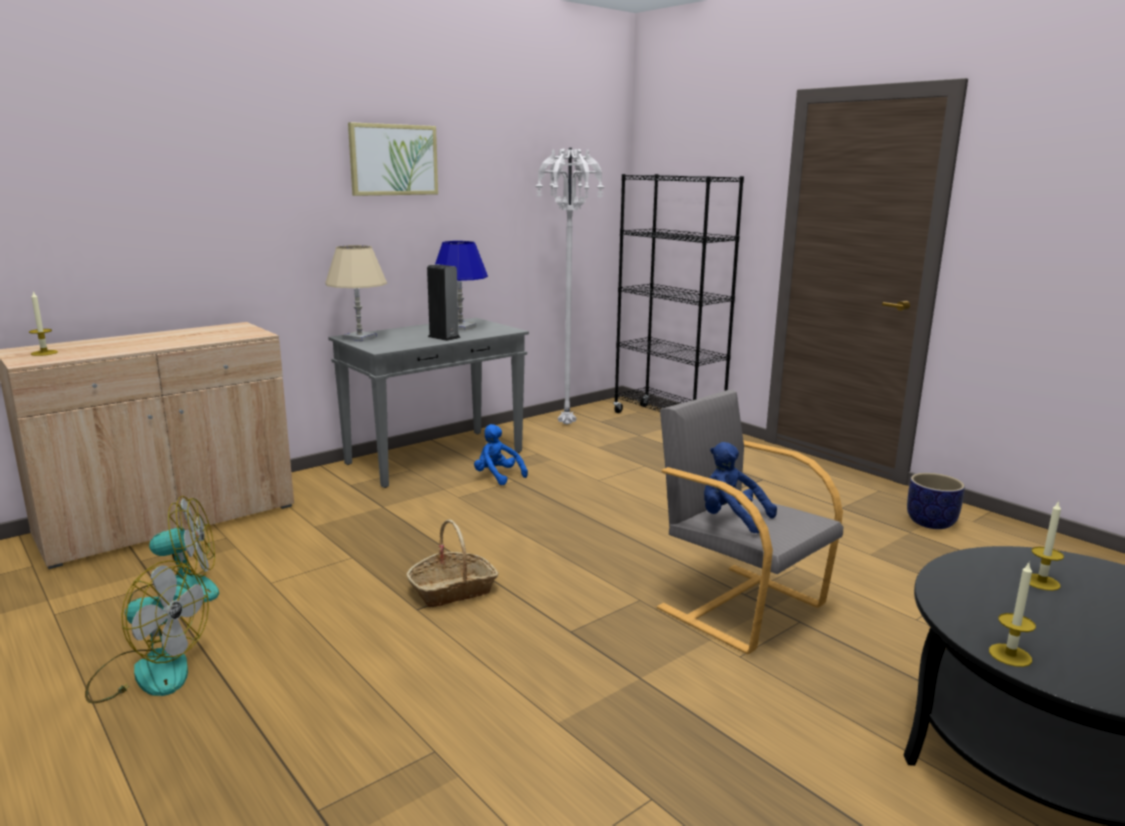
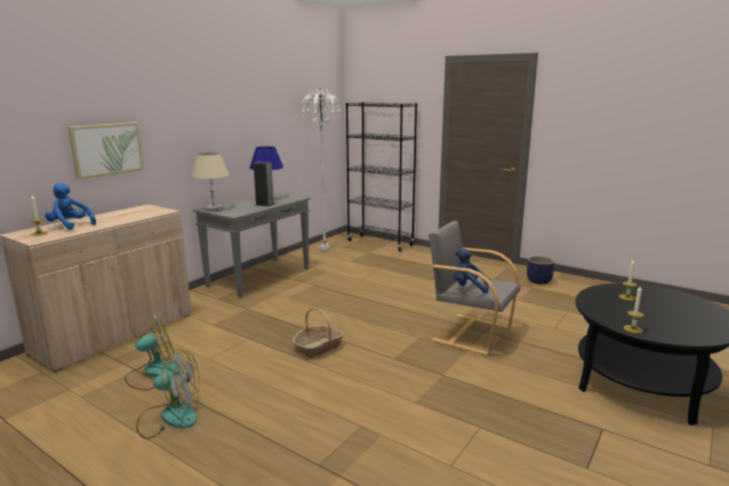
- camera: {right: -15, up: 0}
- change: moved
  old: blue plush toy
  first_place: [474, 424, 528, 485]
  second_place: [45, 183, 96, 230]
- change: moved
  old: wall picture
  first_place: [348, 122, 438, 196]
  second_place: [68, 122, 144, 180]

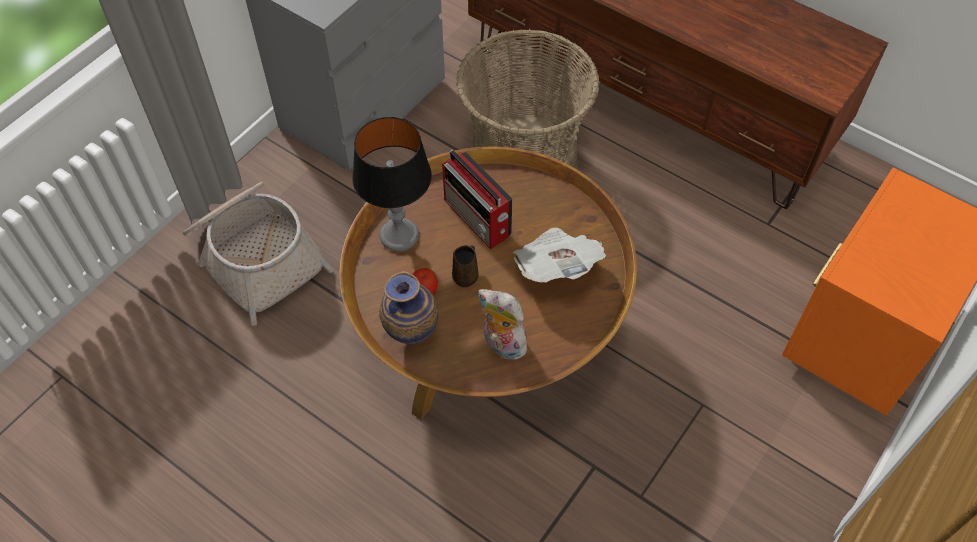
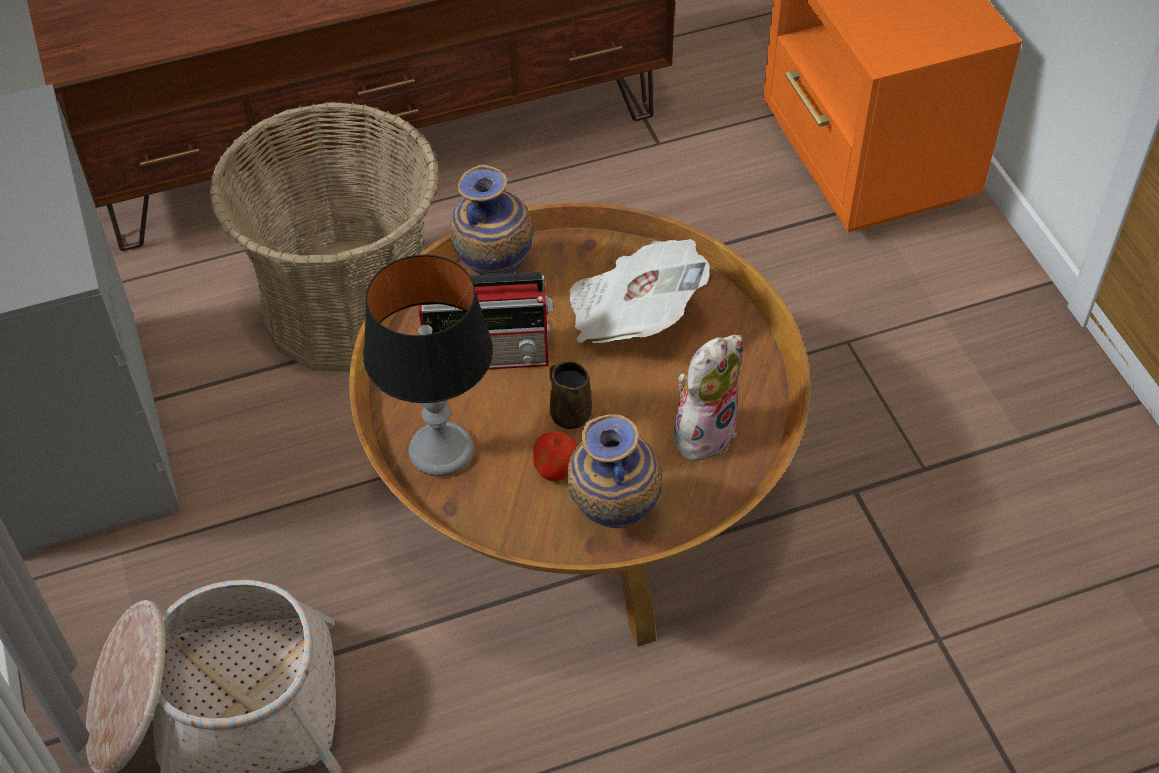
- camera: {right: -55, up: -5}
- change: added
  new: flower vase
  second_place: [450, 165, 533, 275]
- change: turned
  old: plush toy
  first_place: [478, 289, 528, 360]
  second_place: [674, 335, 743, 462]
  degrees: 150

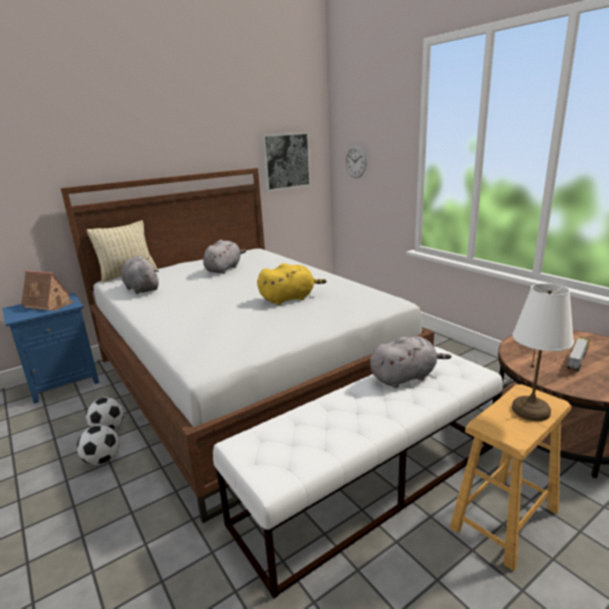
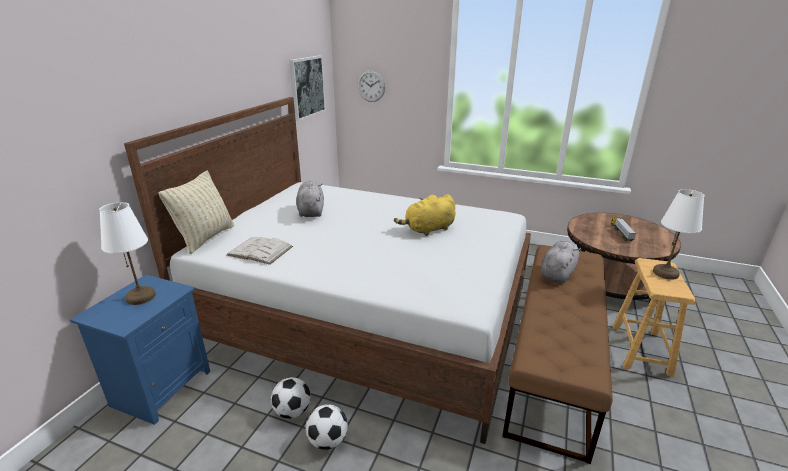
- camera: {right: -35, up: 5}
- change: replaced
  old: miniature house
  new: white-coloured lamp for a table
  first_place: [21, 271, 75, 311]
  second_place: [99, 202, 156, 305]
- change: replaced
  old: grey plush toy
  new: white-coloured volume
  first_place: [122, 256, 159, 294]
  second_place: [226, 237, 293, 265]
- change: turned
  old: yellow plush toy
  first_place: [257, 263, 326, 305]
  second_place: [394, 194, 455, 236]
  degrees: -150
- change: recoloured
  old: white-coloured indoor bench
  new: brownish indoor bench
  first_place: [213, 347, 503, 599]
  second_place: [502, 245, 613, 464]

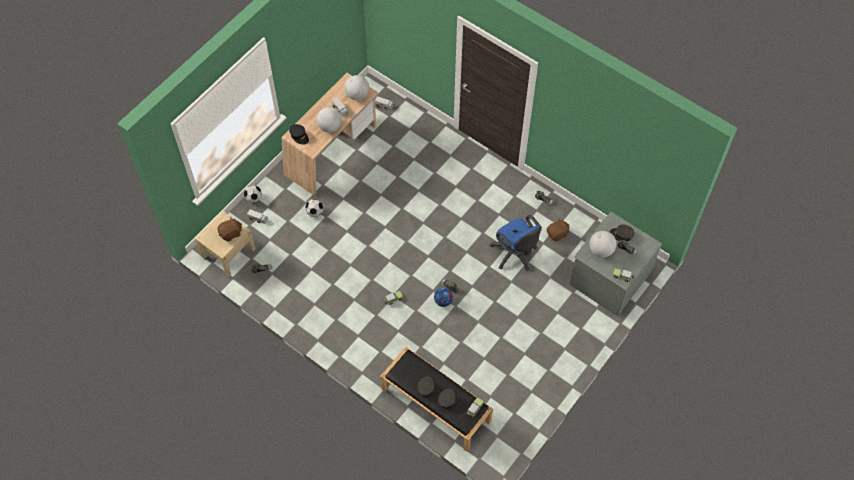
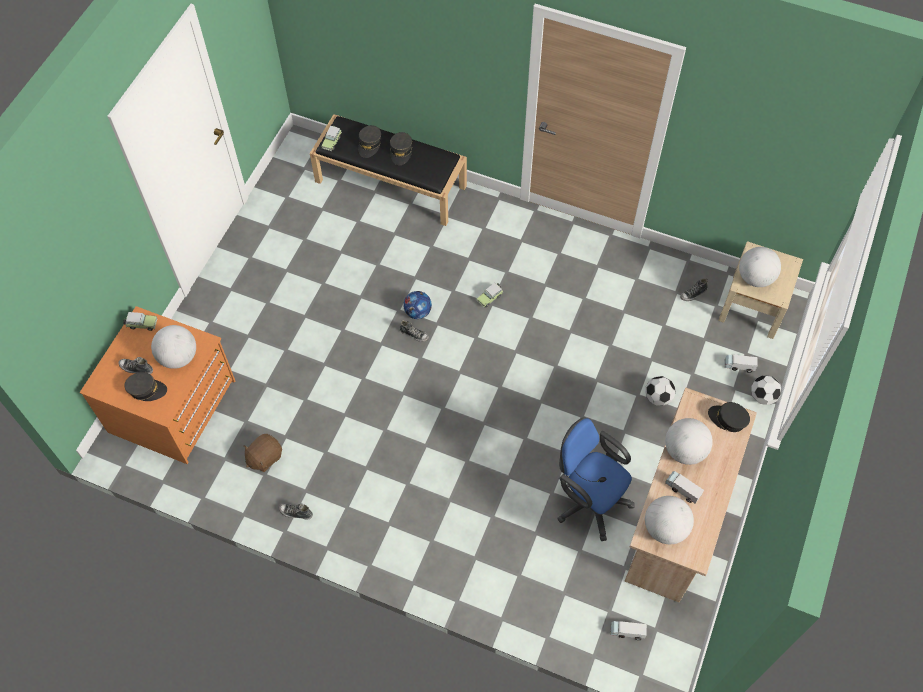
- camera: {right: 165, up: 0}
- change: recoloured
  old: grey drawer chest
  new: orangey drawer chest
  first_place: [569, 212, 662, 316]
  second_place: [80, 306, 235, 464]
- change: moved
  old: blue computer chair
  first_place: [490, 215, 542, 271]
  second_place: [557, 417, 634, 541]
- change: replaced
  old: brownish plush toy
  new: globe
  first_place: [218, 216, 242, 241]
  second_place: [739, 247, 781, 287]

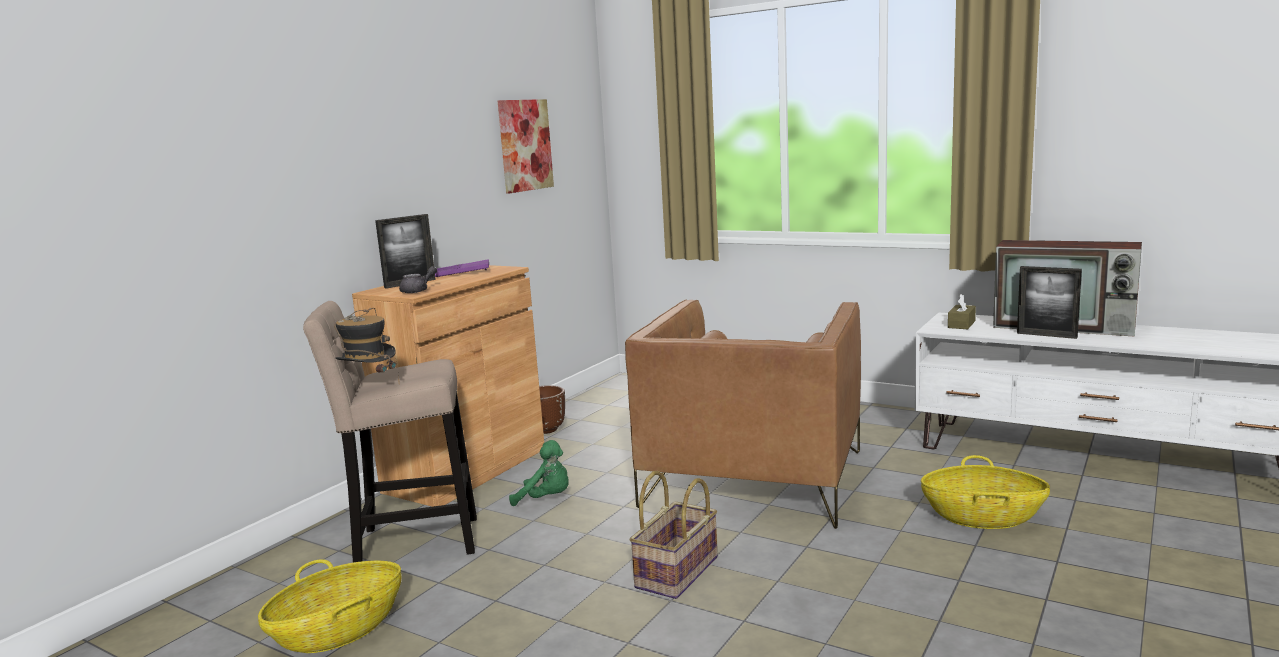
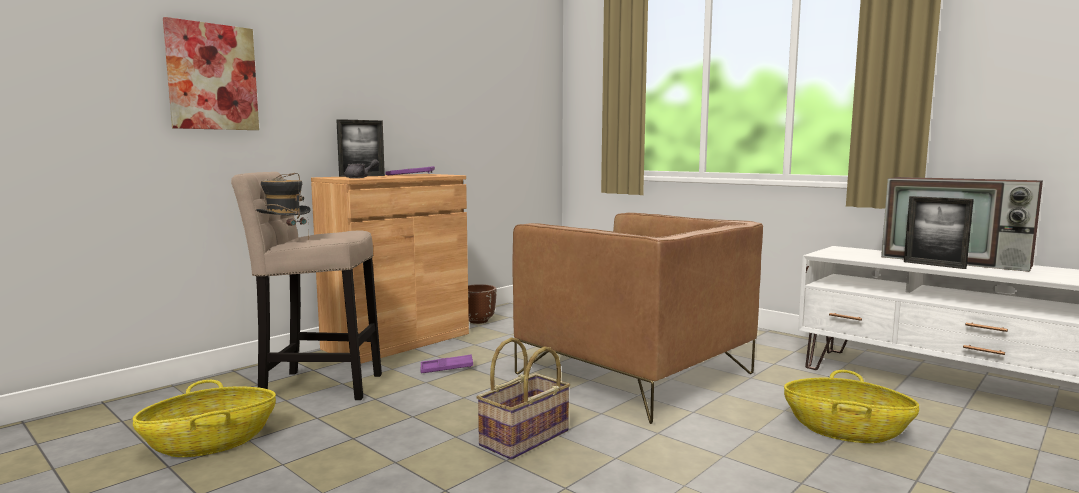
- camera: {right: 10, up: -5}
- change: moved
  old: wall picture
  first_place: [498, 99, 554, 193]
  second_place: [163, 17, 259, 130]
- change: replaced
  old: green plush toy
  new: purple carrying tray
  first_place: [509, 440, 569, 506]
  second_place: [420, 354, 473, 373]
- change: turned
  old: brownish easy chair
  first_place: [625, 300, 861, 529]
  second_place: [512, 213, 763, 424]
  degrees: -75
- change: removed
  old: brownish tissue holder
  first_place: [948, 294, 976, 329]

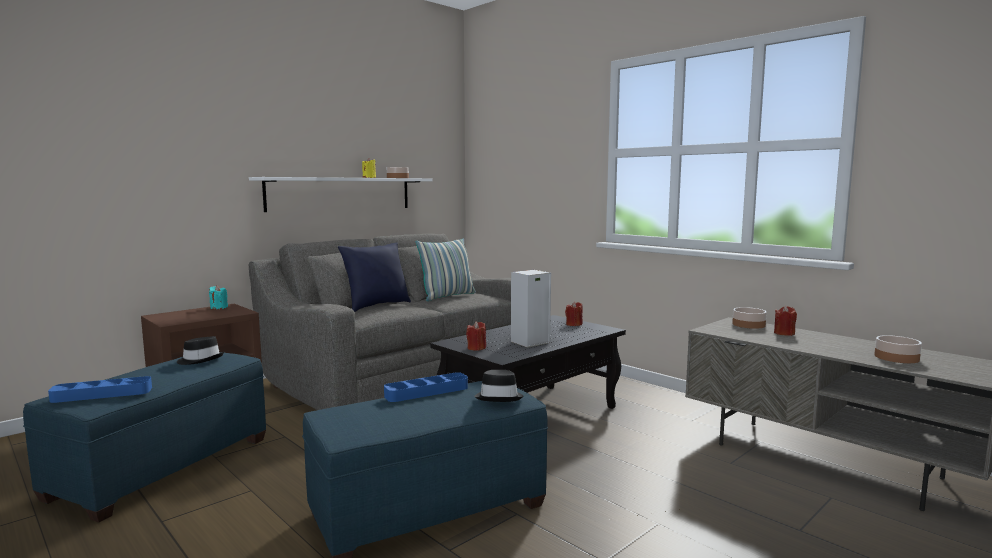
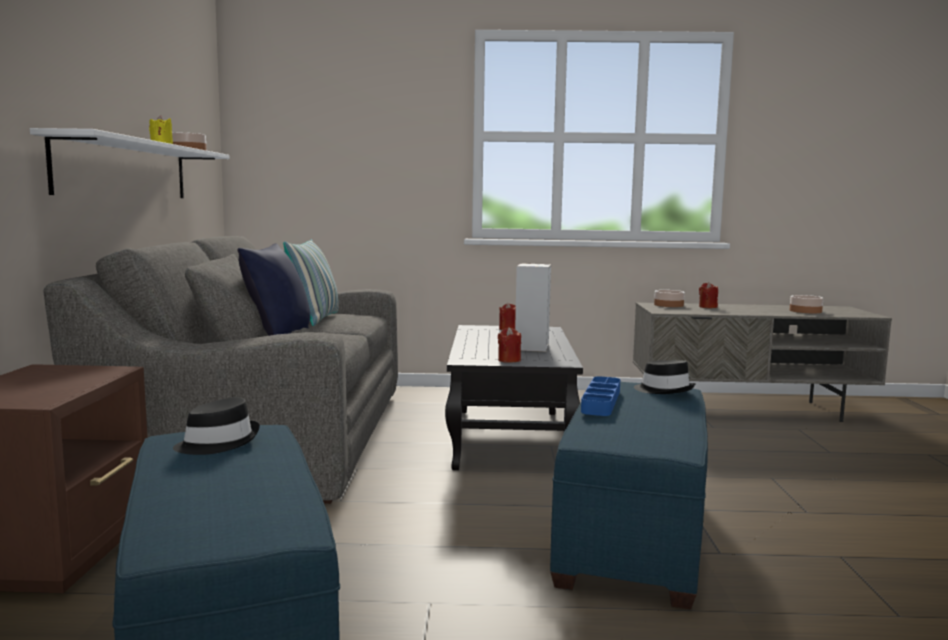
- camera: {right: -45, up: 0}
- change: removed
  old: blue carrying tray
  first_place: [48, 376, 152, 403]
- change: removed
  old: blue-green wax light
  first_place: [209, 285, 228, 310]

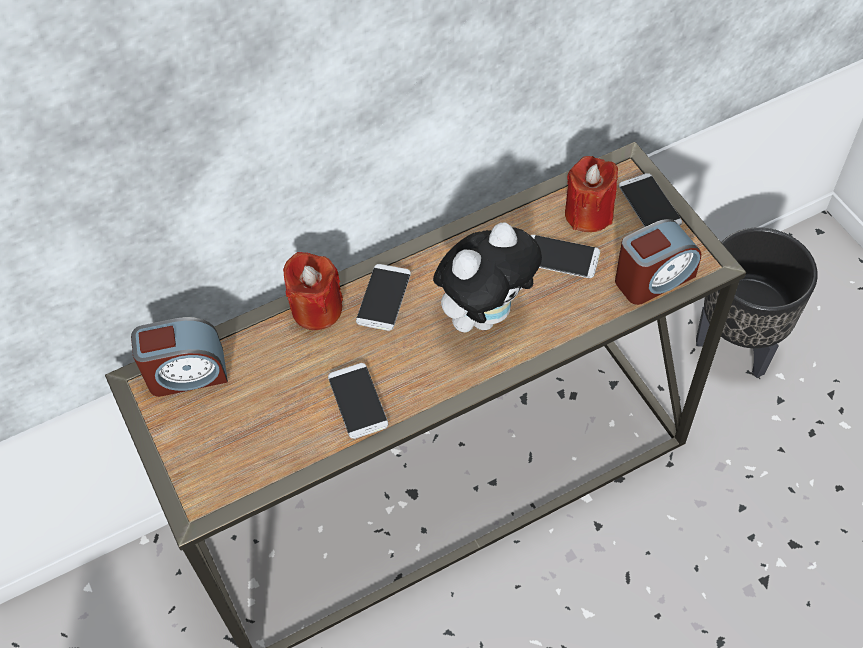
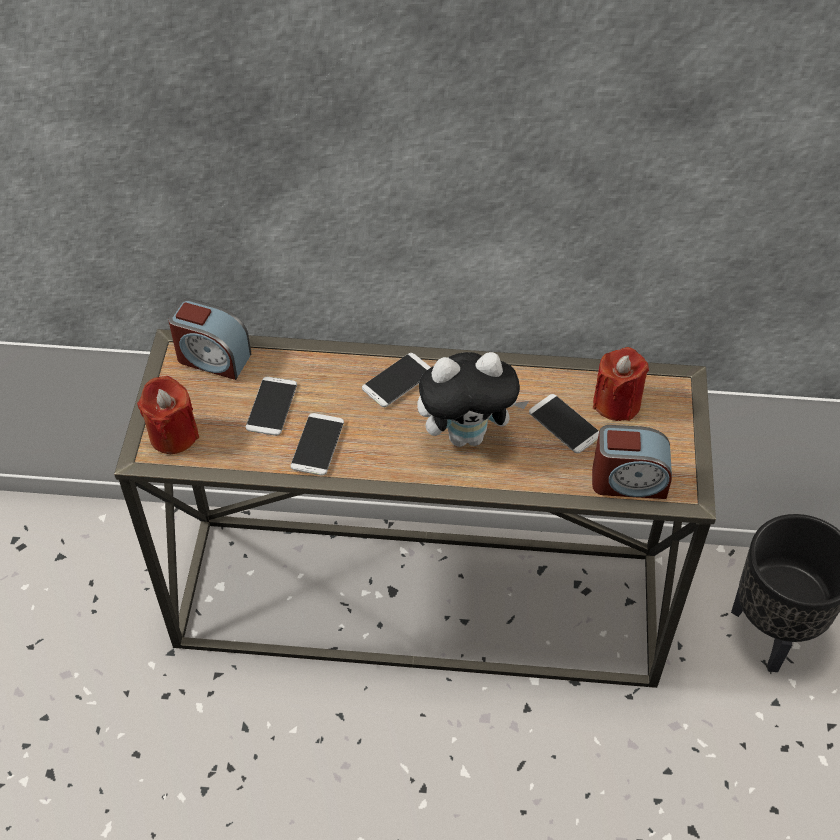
- camera: {right: 30, up: -5}
- change: moved
  old: red-coloured wax light
  first_place: [283, 252, 343, 330]
  second_place: [137, 376, 199, 454]
- change: moved
  old: telephone
  first_place: [619, 173, 682, 227]
  second_place: [246, 376, 297, 436]

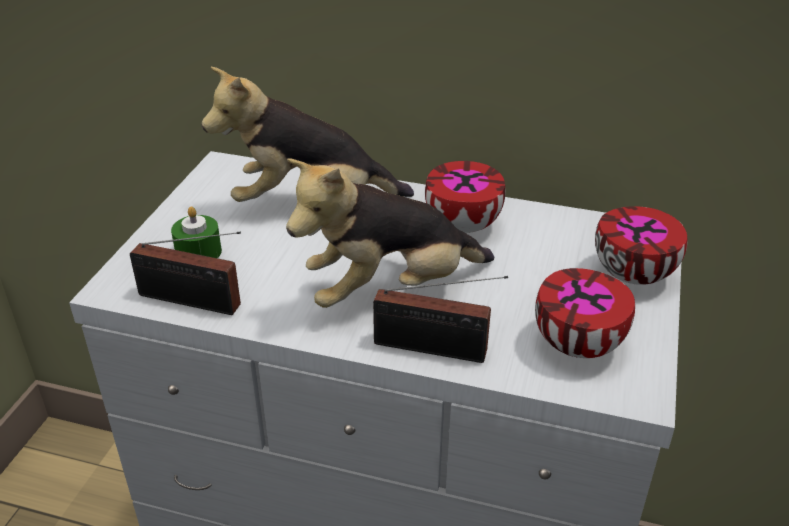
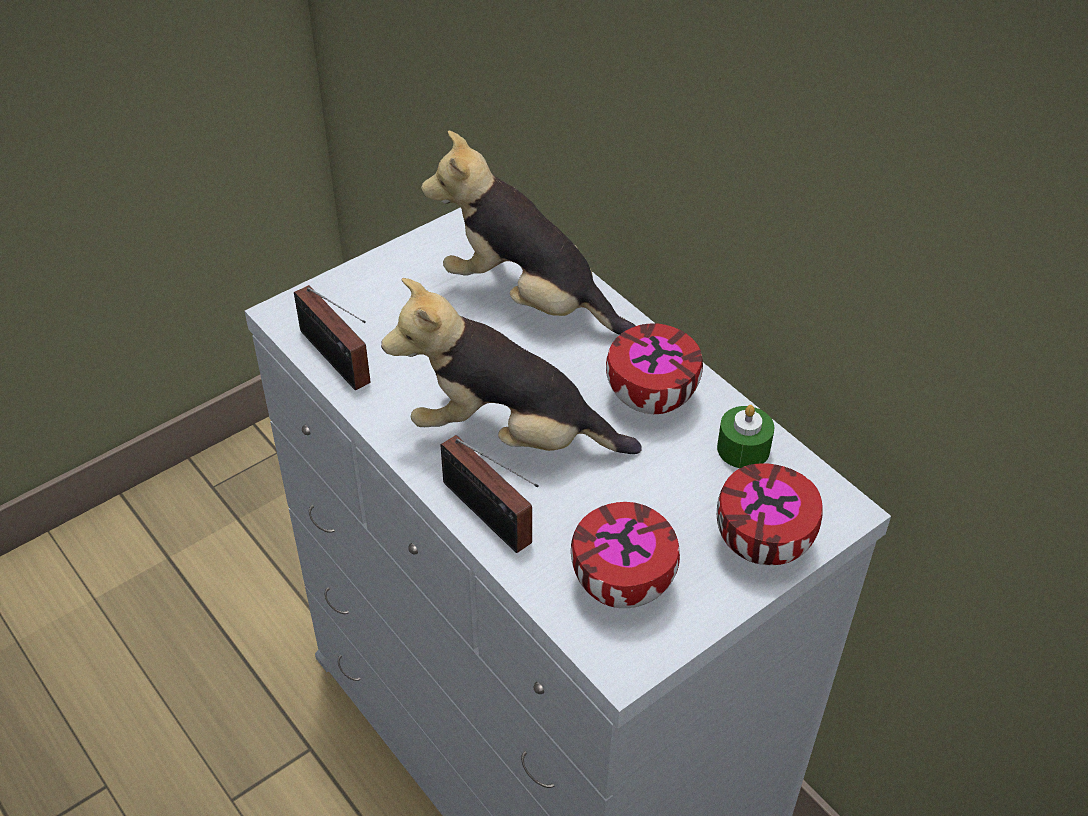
- camera: {right: 35, up: 10}
- change: moved
  old: green wax light
  first_place: [171, 206, 222, 258]
  second_place: [717, 405, 774, 468]

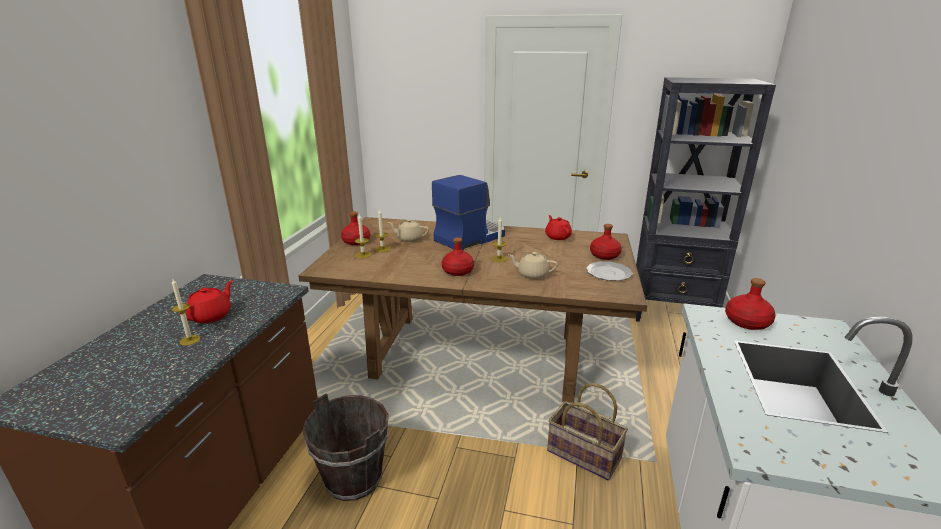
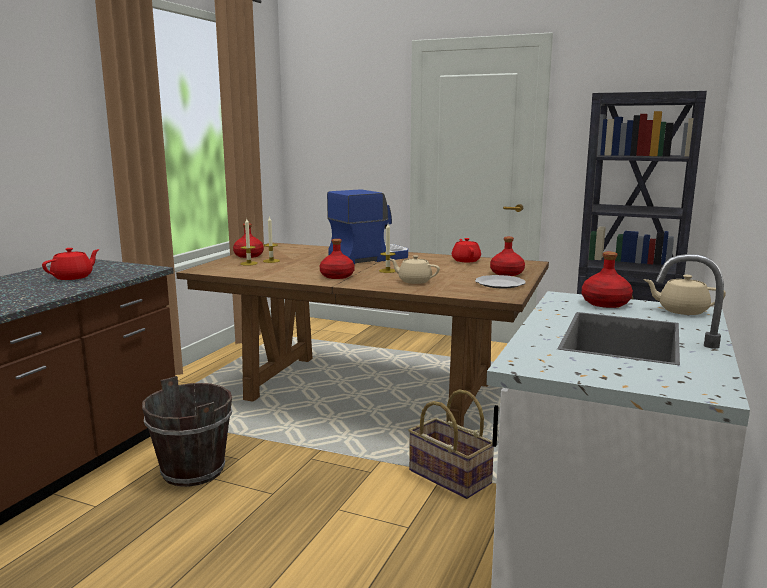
- camera: {right: 10, up: -10}
- change: moved
  old: beige teapot
  first_place: [388, 219, 429, 242]
  second_place: [643, 275, 726, 315]
- change: removed
  old: wax light
  first_place: [172, 279, 200, 346]

